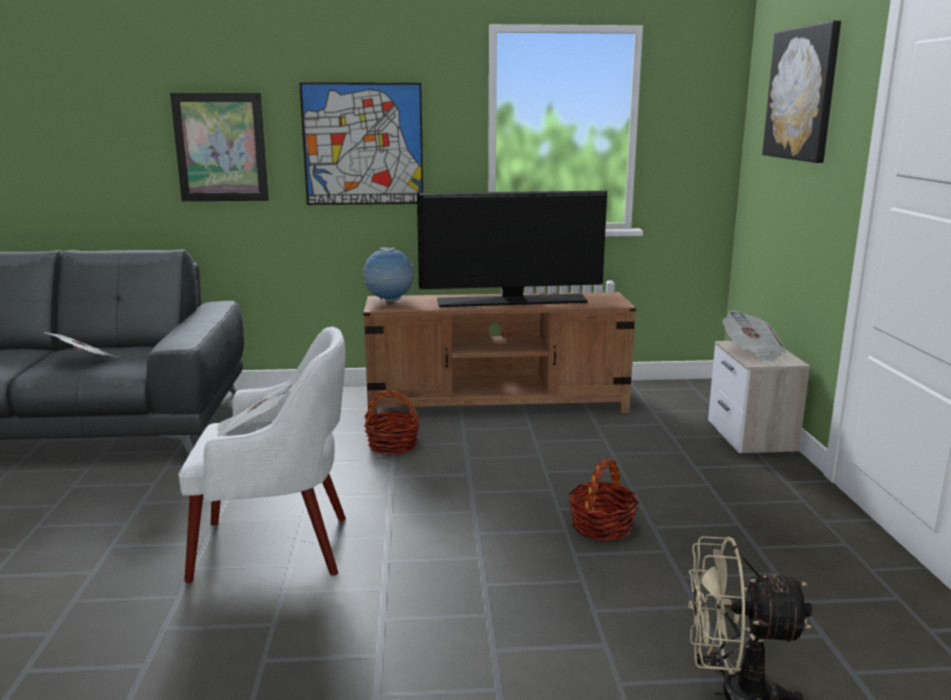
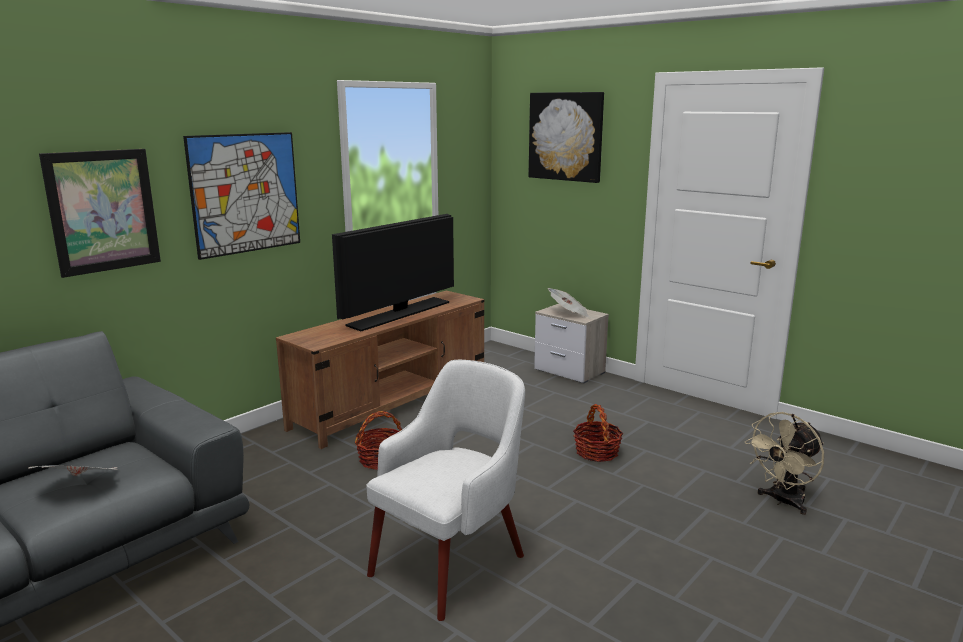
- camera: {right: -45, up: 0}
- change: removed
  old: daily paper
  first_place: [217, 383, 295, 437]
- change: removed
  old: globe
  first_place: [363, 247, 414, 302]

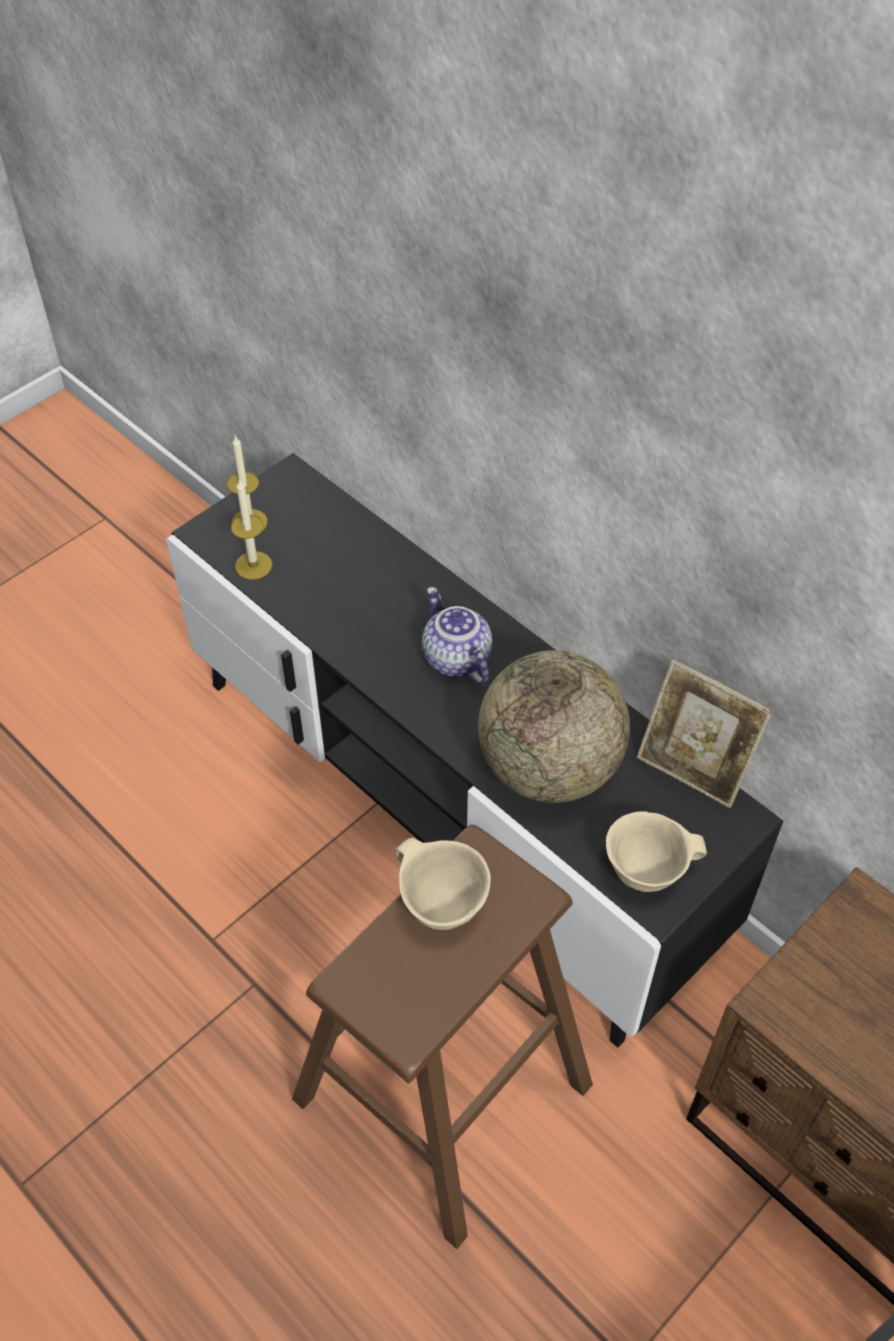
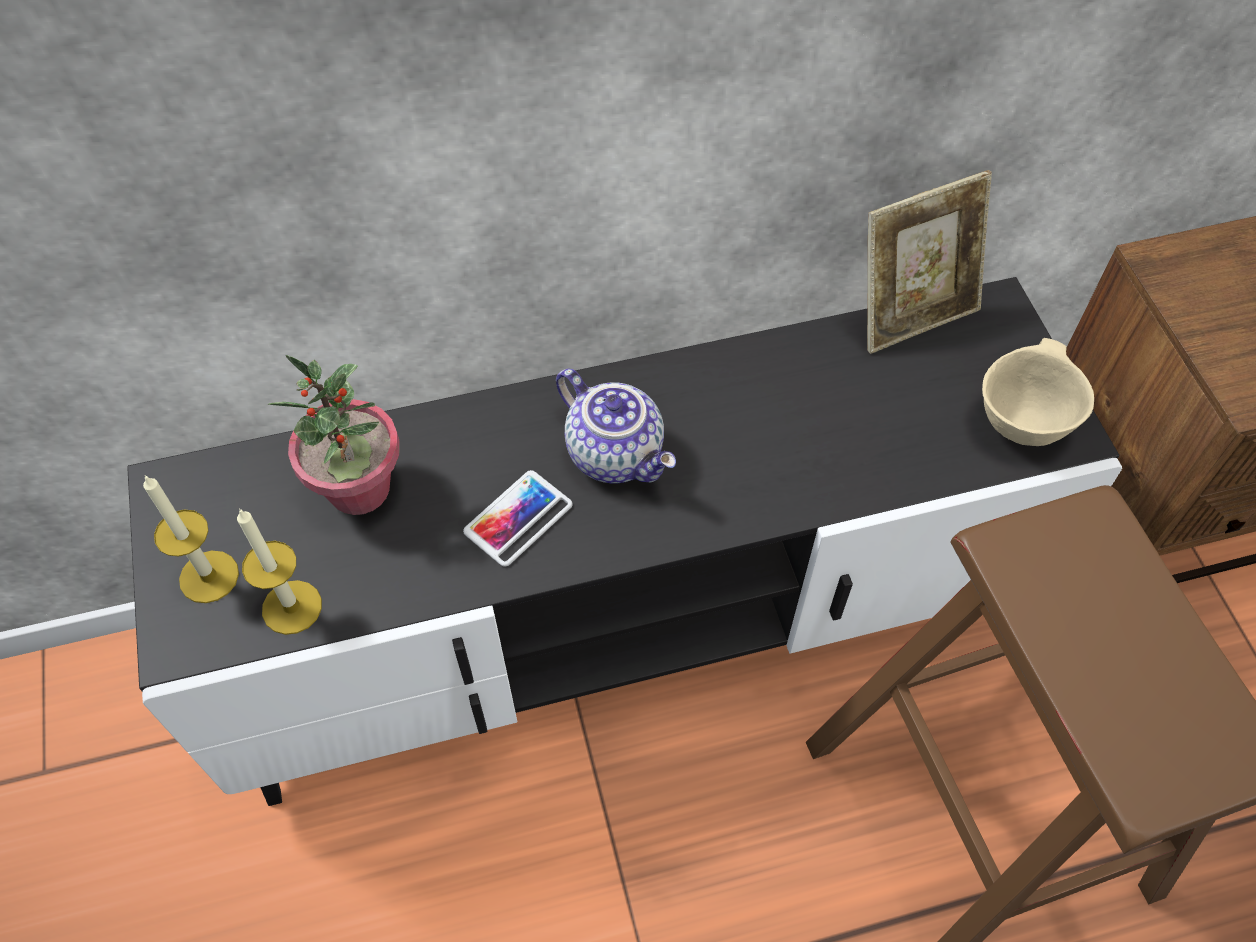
- camera: {right: -60, up: 5}
- change: added
  new: plant in a pot
  second_place: [267, 355, 400, 515]
- change: added
  new: telephone
  second_place: [463, 470, 573, 567]
- change: turned
  old: teapot
  first_place: [422, 587, 492, 684]
  second_place: [556, 368, 676, 483]
  degrees: -135
- change: removed
  old: beige deep dish
  first_place: [395, 837, 491, 930]
- change: removed
  old: globe
  first_place: [478, 650, 630, 803]

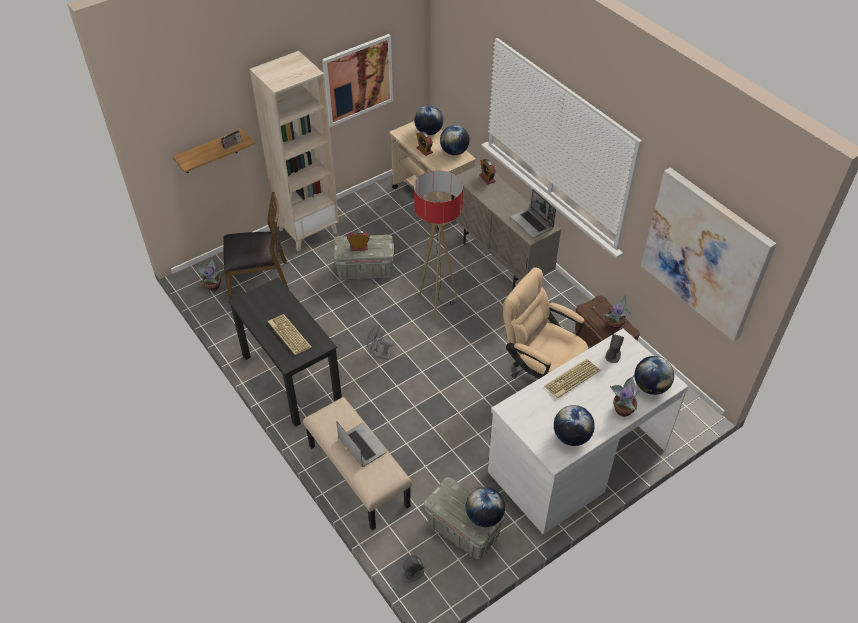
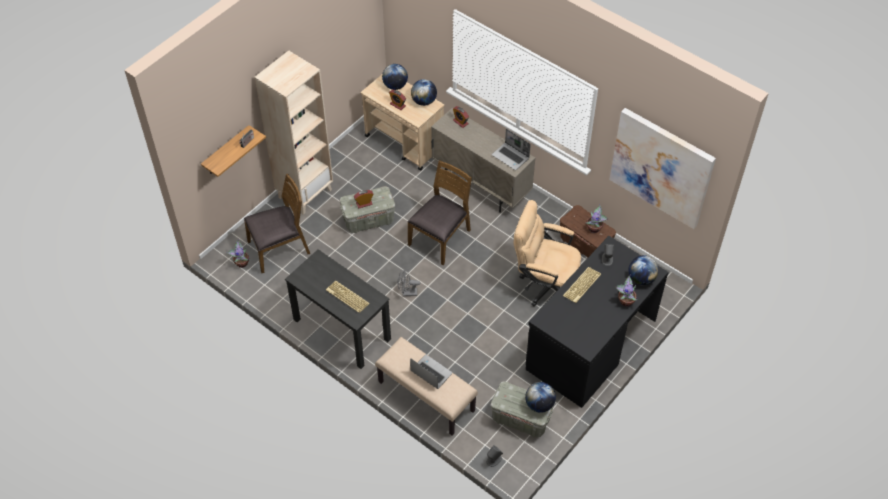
- camera: {right: -15, up: 5}
- change: replaced
  old: standard lamp
  new: brownish chair
  first_place: [414, 171, 463, 320]
  second_place: [408, 160, 472, 265]
- change: recoloured
  old: white-coloured desk unit
  new: blackish desk unit
  first_place: [488, 329, 689, 535]
  second_place: [526, 236, 669, 408]
- change: removed
  old: wall picture
  first_place: [322, 34, 393, 127]
- change: removed
  old: globe
  first_place: [554, 405, 595, 446]

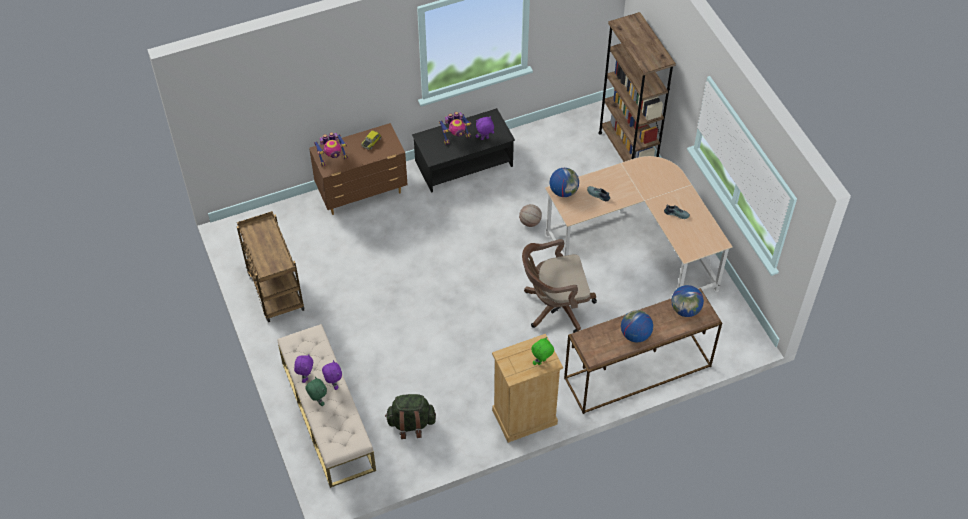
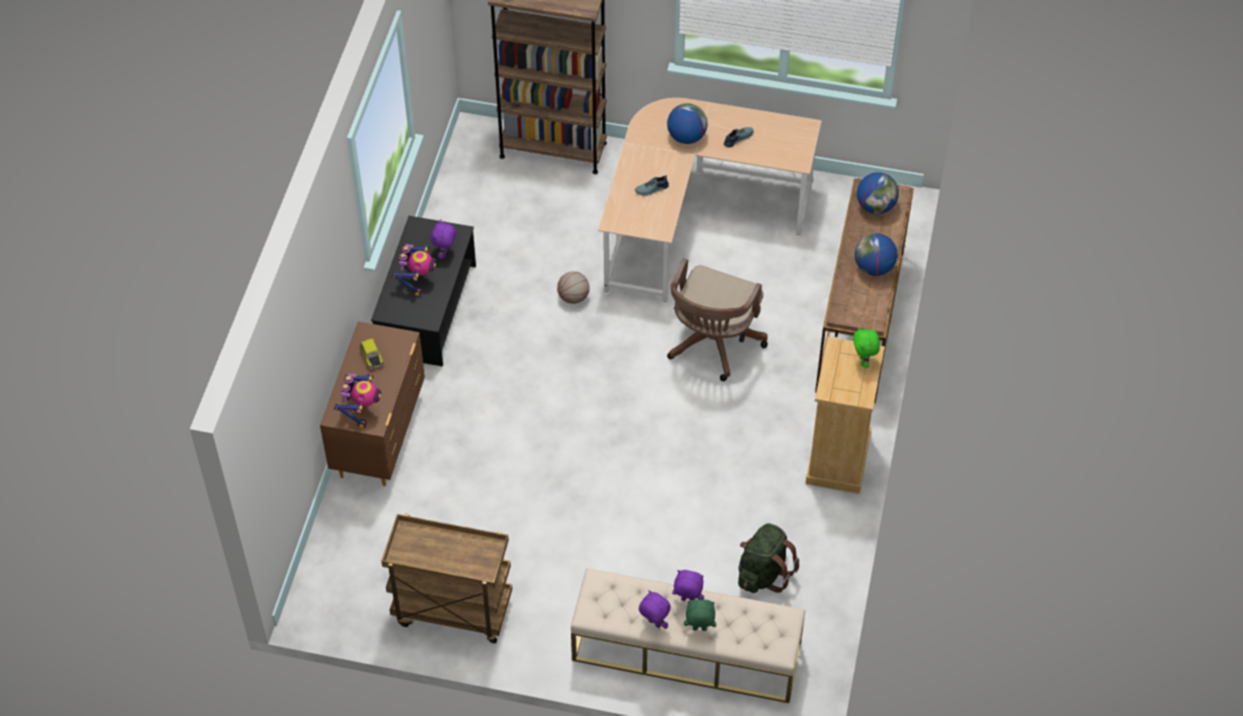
- camera: {right: -55, up: 0}
- change: moved
  old: globe
  first_place: [550, 168, 579, 197]
  second_place: [667, 103, 708, 144]

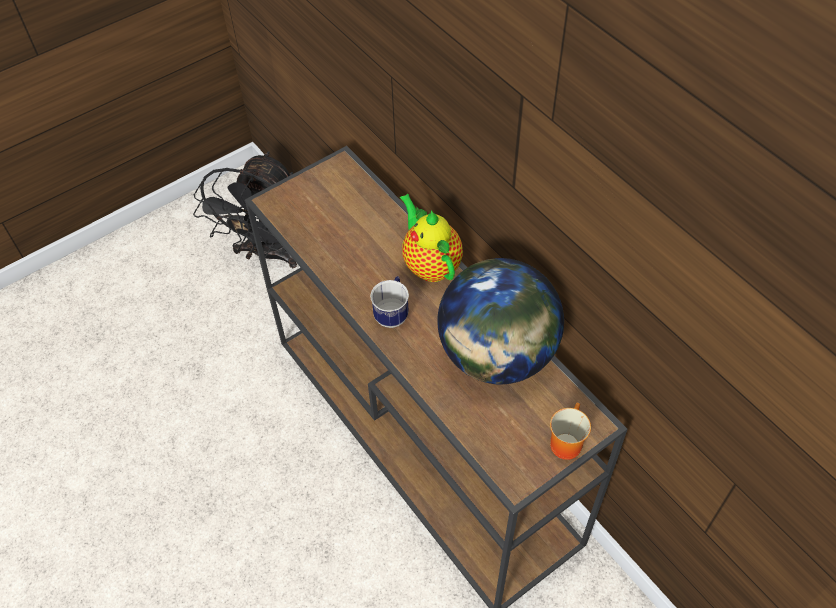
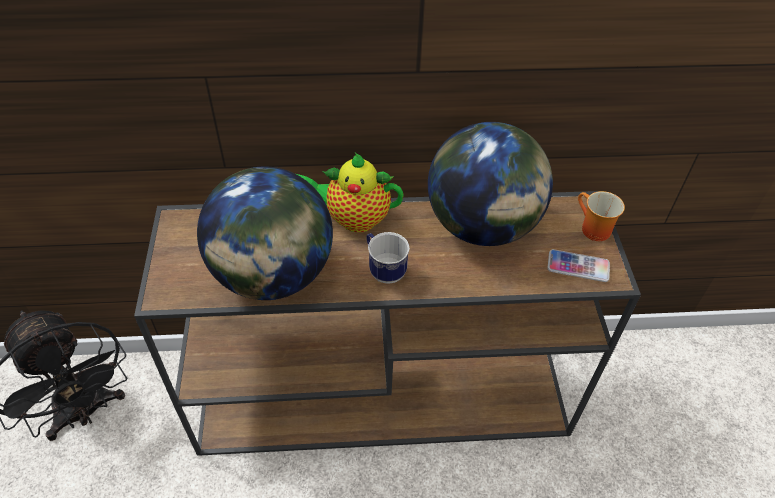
- camera: {right: -60, up: -5}
- change: added
  new: globe
  second_place: [197, 166, 333, 300]
- change: added
  new: telephone
  second_place: [547, 249, 610, 282]

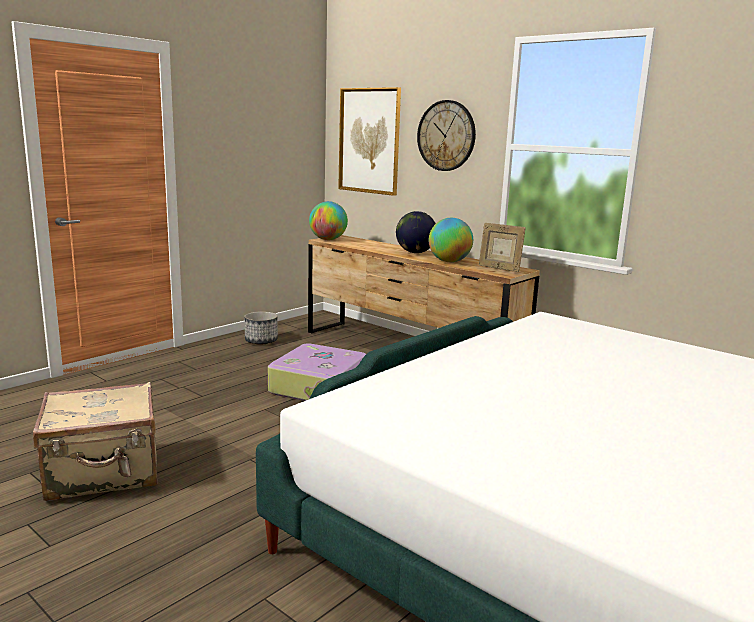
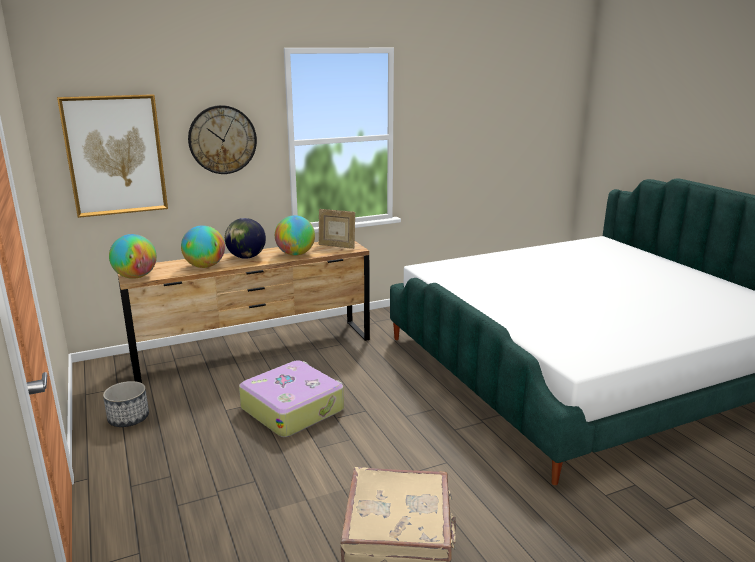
- camera: {right: -65, up: 5}
- change: added
  new: globe
  second_place: [181, 225, 225, 268]
- change: turned
  old: picture frame
  first_place: [479, 223, 526, 272]
  second_place: [319, 209, 355, 249]
  degrees: 45

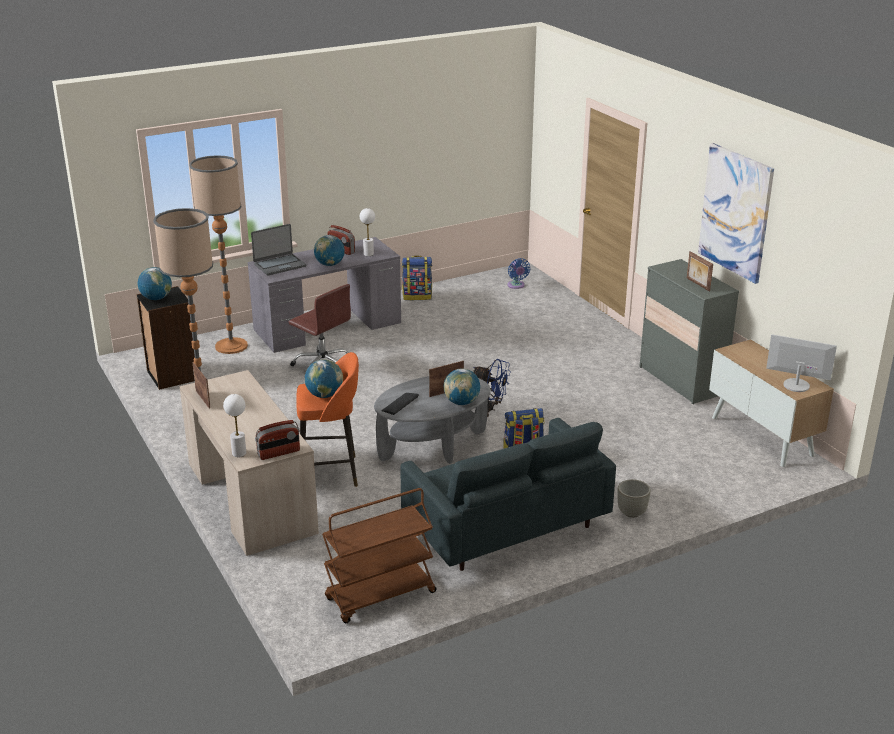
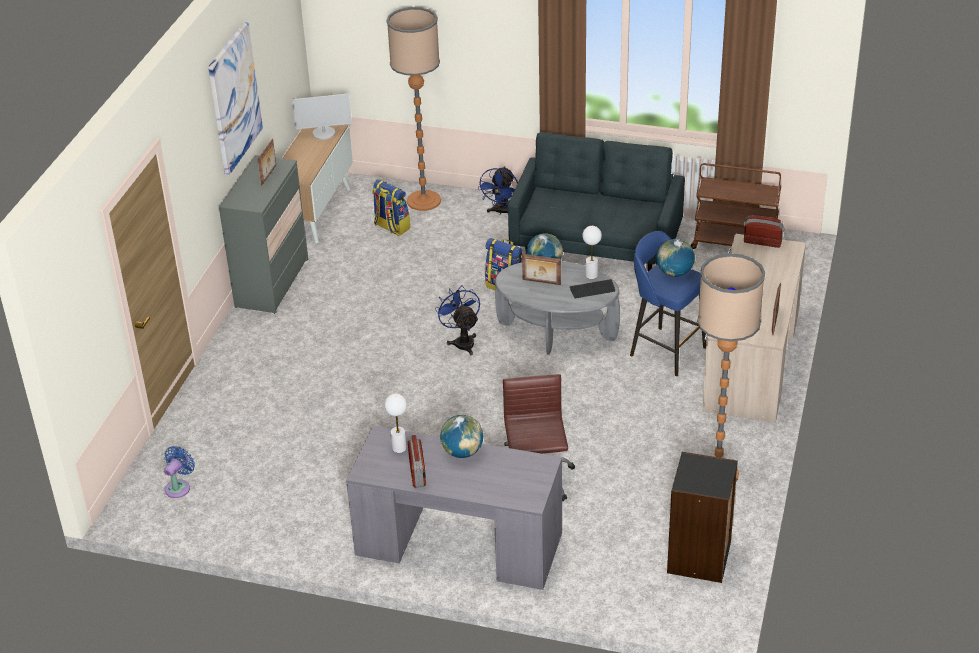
- camera: {right: -135, up: 10}
- change: turned
  old: computer display
  first_place: [766, 334, 837, 392]
  second_place: [292, 93, 352, 140]
  degrees: -75
- change: moved
  old: rucksack
  first_place: [402, 256, 432, 300]
  second_place: [372, 180, 410, 236]
- change: moved
  old: standard lamp
  first_place: [189, 155, 248, 354]
  second_place: [386, 7, 441, 211]
- change: replaced
  old: grey plant pot
  new: blue cooling fan
  first_place: [617, 479, 651, 518]
  second_place: [478, 167, 518, 214]
- change: moved
  old: white-coloured lamp for a table
  first_place: [223, 394, 246, 457]
  second_place: [582, 226, 602, 279]
- change: recoloured
  old: orangey sitting stool
  new: blue sitting stool
  first_place: [296, 352, 359, 487]
  second_place: [630, 231, 706, 376]
- change: removed
  old: globe
  first_place: [138, 267, 172, 300]
- change: removed
  old: laptop
  first_place: [251, 224, 306, 276]

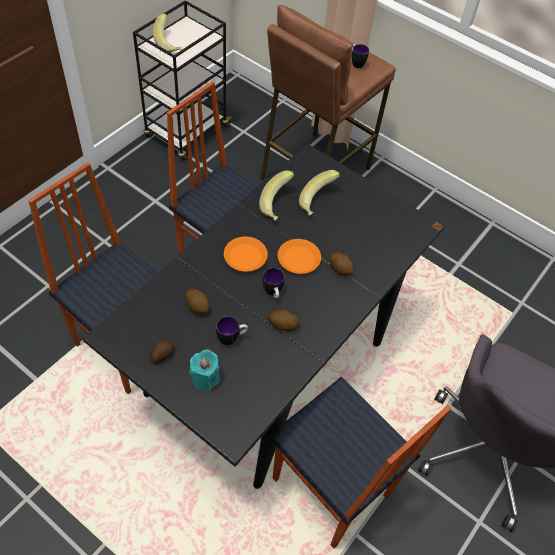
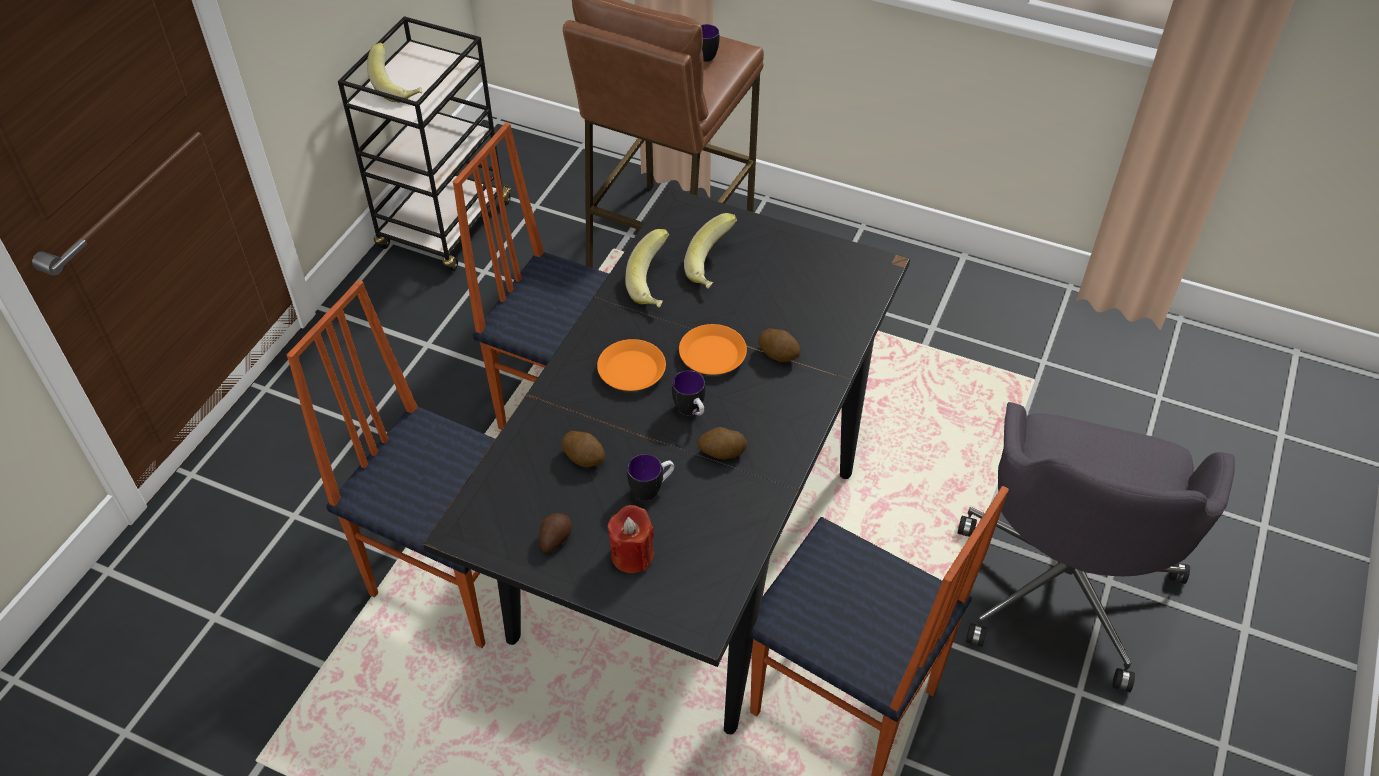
- camera: {right: -10, up: -5}
- change: recoloured
  old: blue-green wax light
  new: red-coloured wax light
  first_place: [189, 349, 220, 391]
  second_place: [607, 505, 654, 573]

